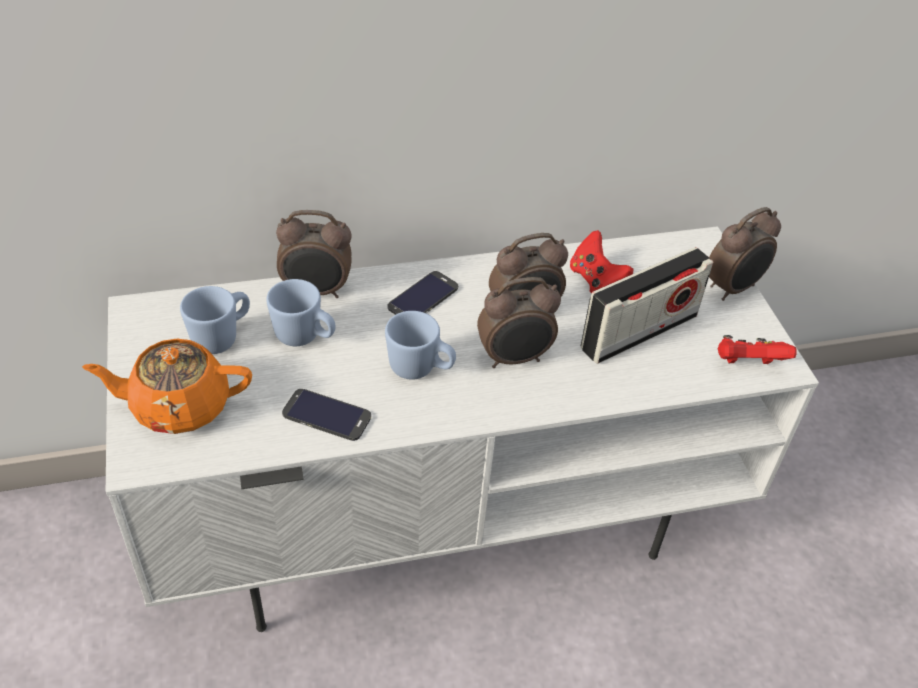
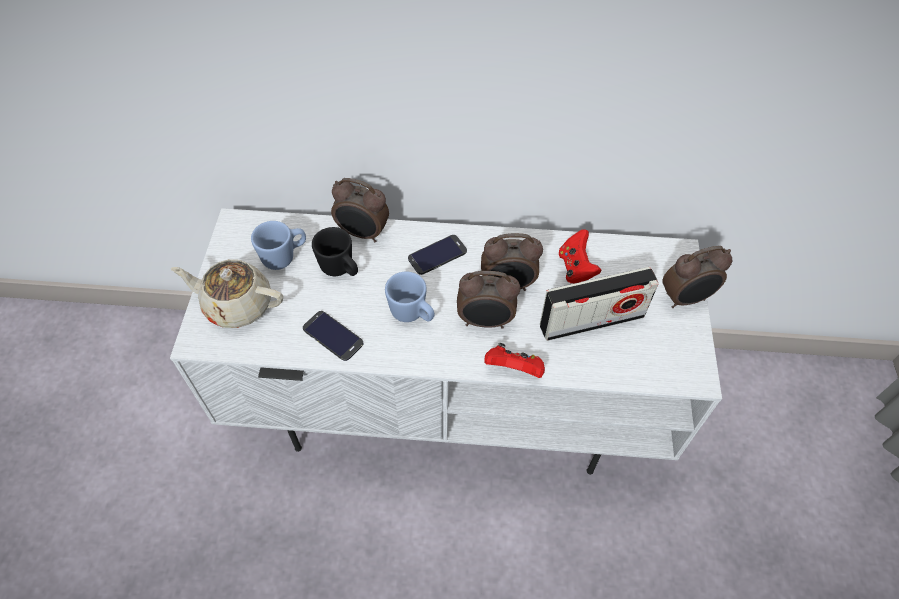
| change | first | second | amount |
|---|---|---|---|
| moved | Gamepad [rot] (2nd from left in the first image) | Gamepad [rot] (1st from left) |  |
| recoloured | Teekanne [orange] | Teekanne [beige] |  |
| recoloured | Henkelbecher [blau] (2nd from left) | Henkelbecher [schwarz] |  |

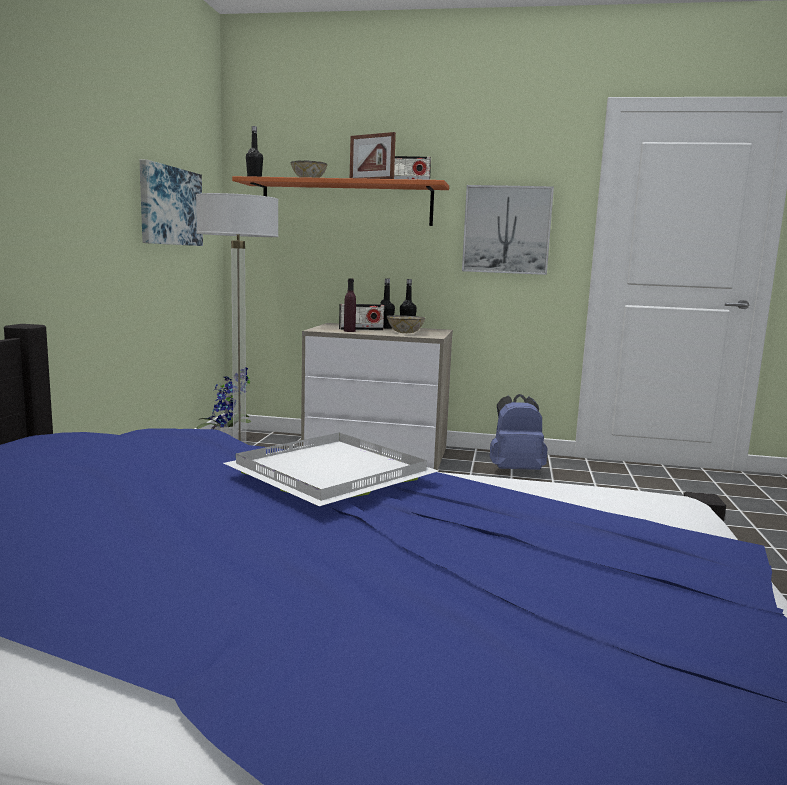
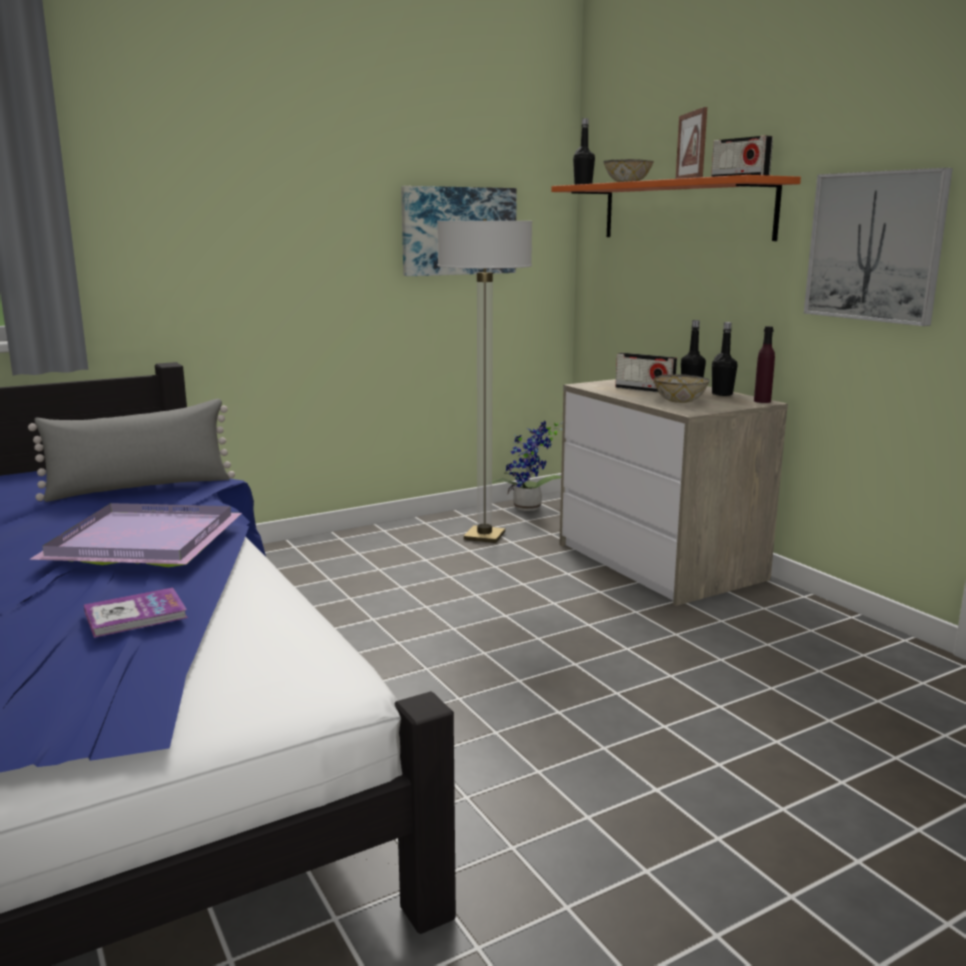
| change | first | second | amount |
|---|---|---|---|
| removed | Rucksack [blau] |  |  |
| added |  | Kissen [grau] |  |
| added |  | Buch |  |
| moved | Flasche [lila] |  |  |
| recoloured | Tablett [weiß] | Tablett [lila] |  |

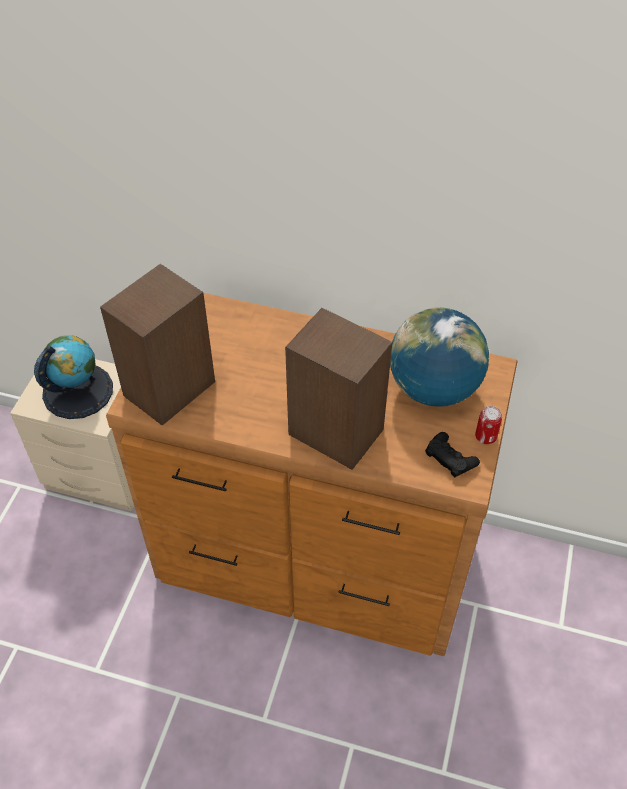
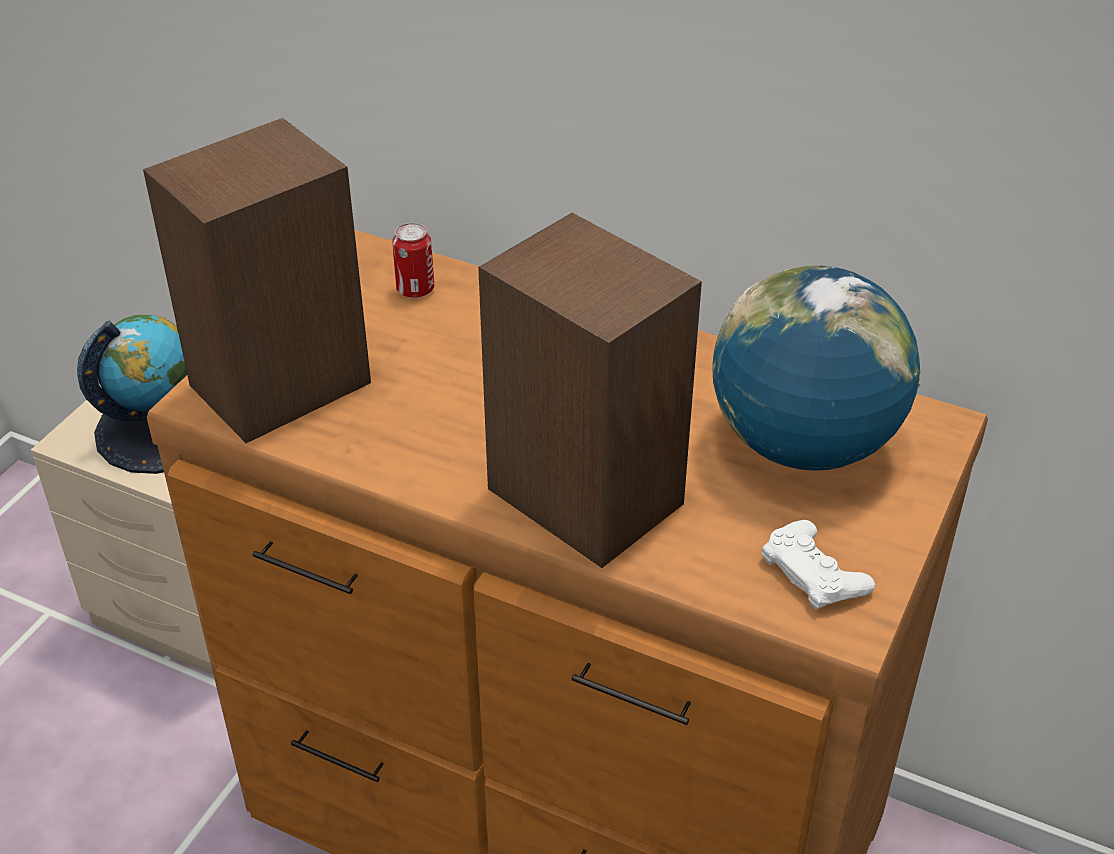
| change | first | second | amount |
|---|---|---|---|
| moved | Dose |  |  |
| recoloured | Gamepad [schwarz] | Gamepad [weiß] |  |

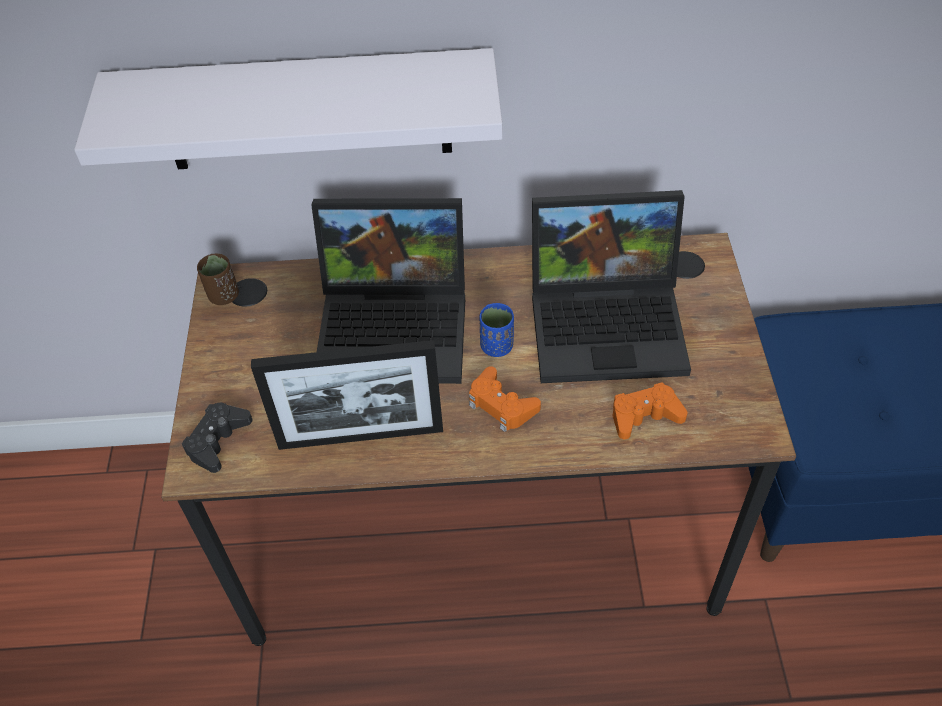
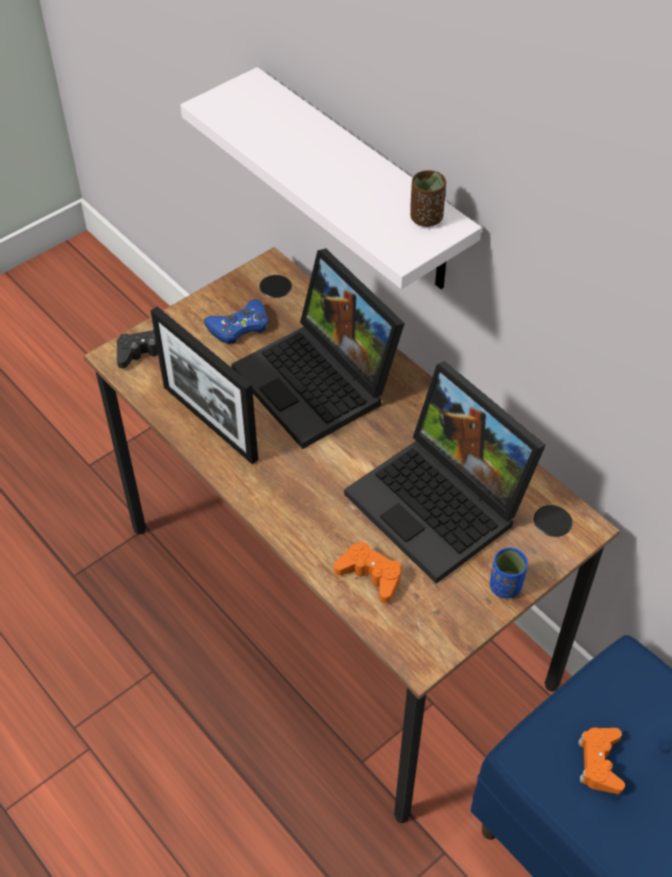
| change | first | second | amount |
|---|---|---|---|
| added |  | Gamepad [blau] |  |
| moved | Tasse [braun] |  |  |
| moved | Gamepad [orange] (1st from left in the first image) | Gamepad [orange] (2nd from left) |  |
| moved | Tasse [blau] |  |  |

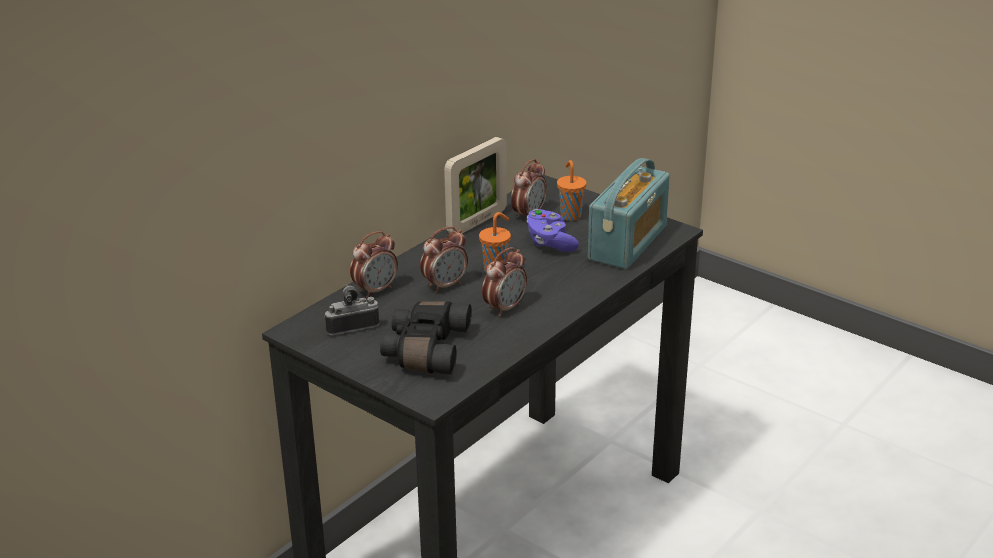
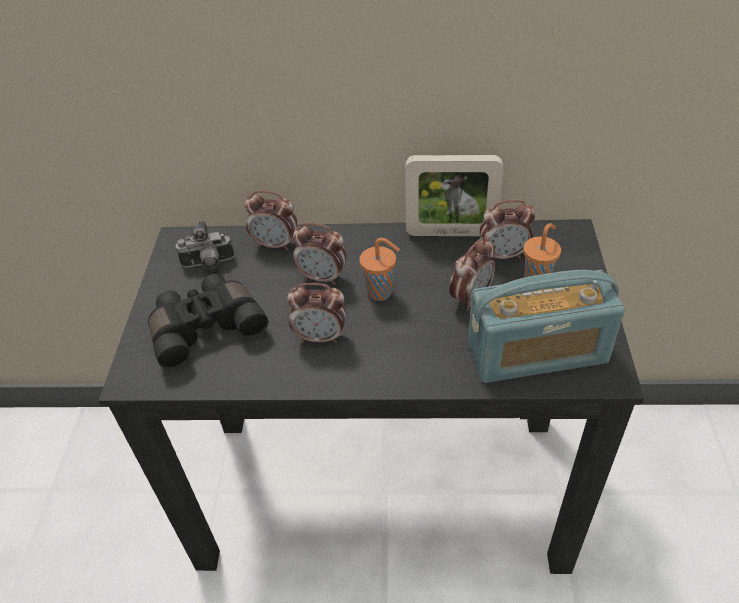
| change | first | second | amount |
|---|---|---|---|
| replaced | Gamepad [lila] | Wecker (4th from left) |  |
| turned | Kamera |  | 135 degrees clockwise |

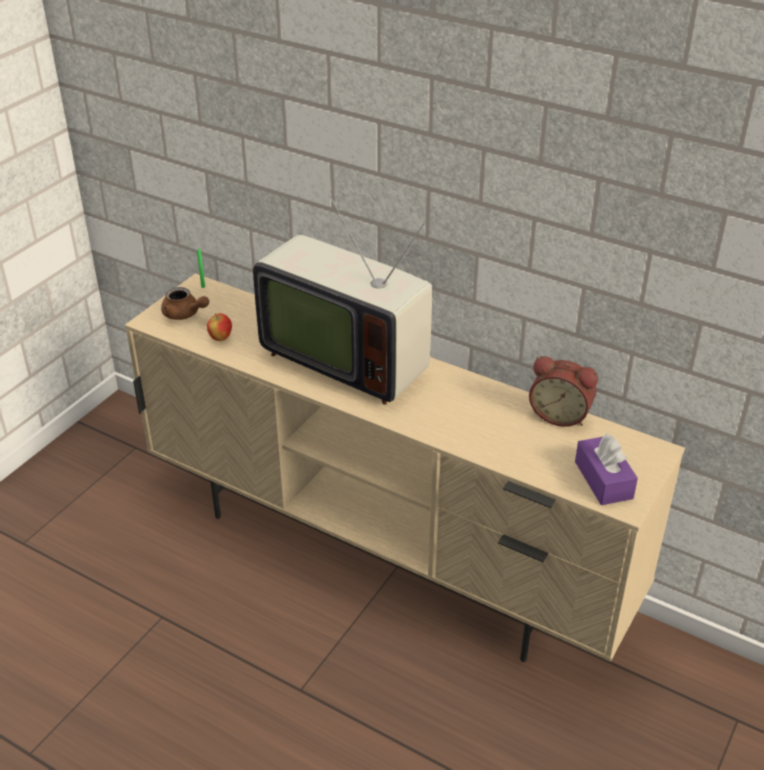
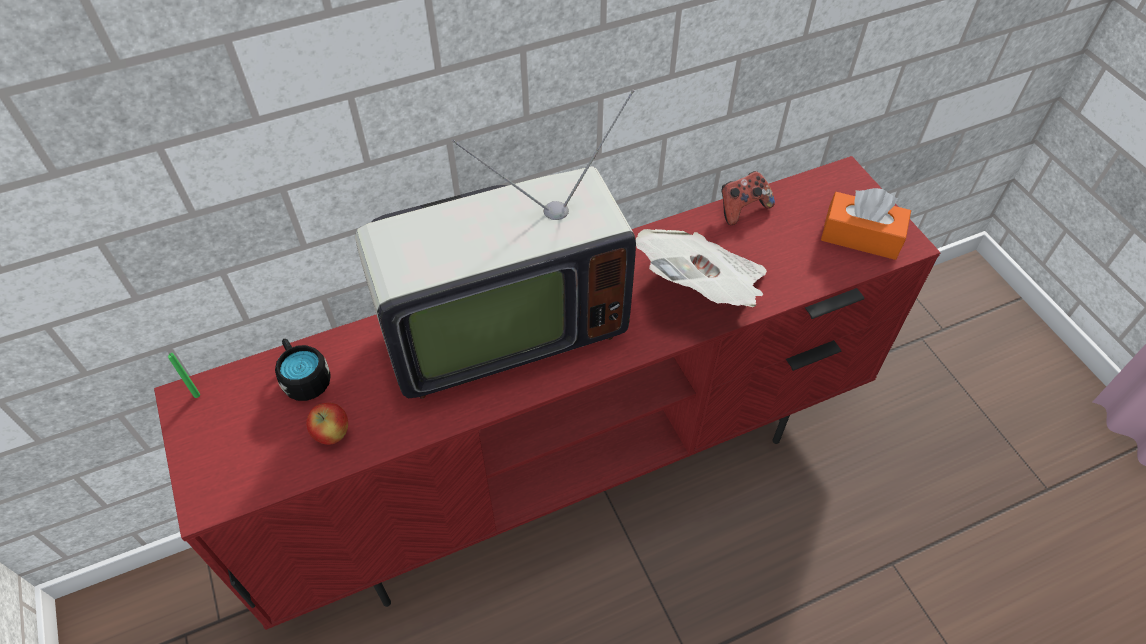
| change | first | second | amount |
|---|---|---|---|
| removed | Teekanne [braun] |  |  |
| added |  | Henkelbecher [schwarz] |  |
| added |  | Zeitung |  |
| replaced | Wecker | Gamepad |  |
| recoloured | Fernsehschrank [beige] | Fernsehschrank [rot] |  |
| recoloured | Taschentuchbox [lila] | Taschentuchbox [orange] |  |

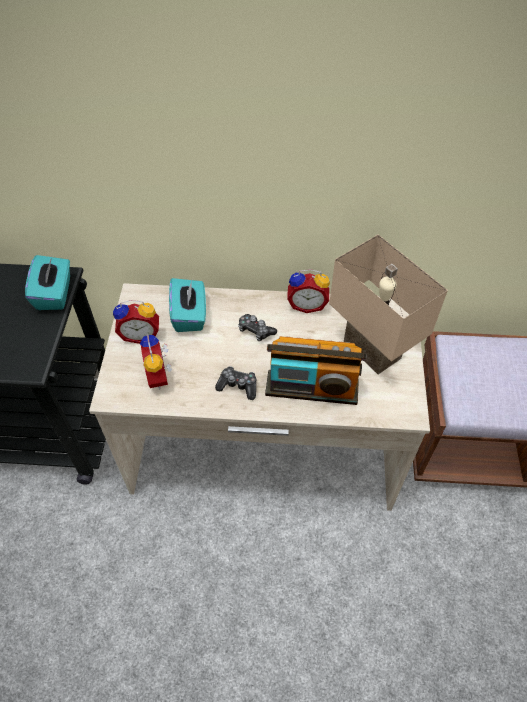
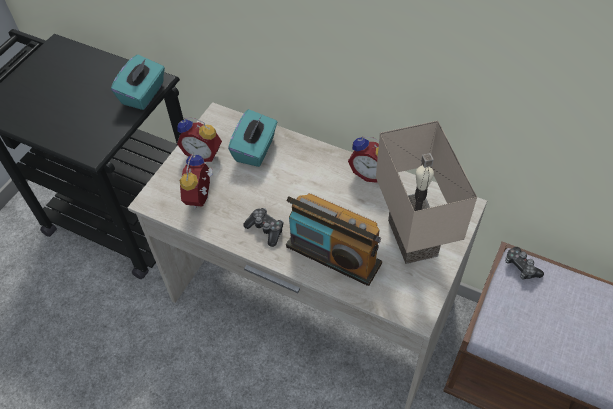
| change | first | second | amount |
|---|---|---|---|
| moved | Gamepad (2nd from left) |  |  |

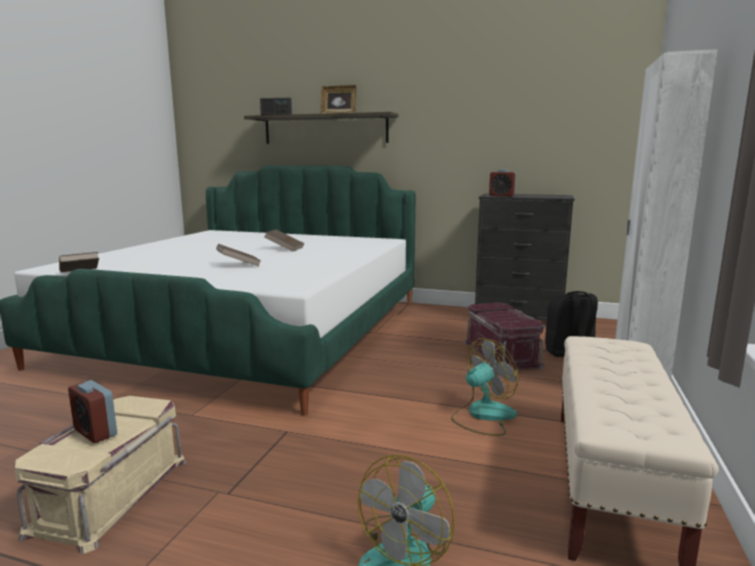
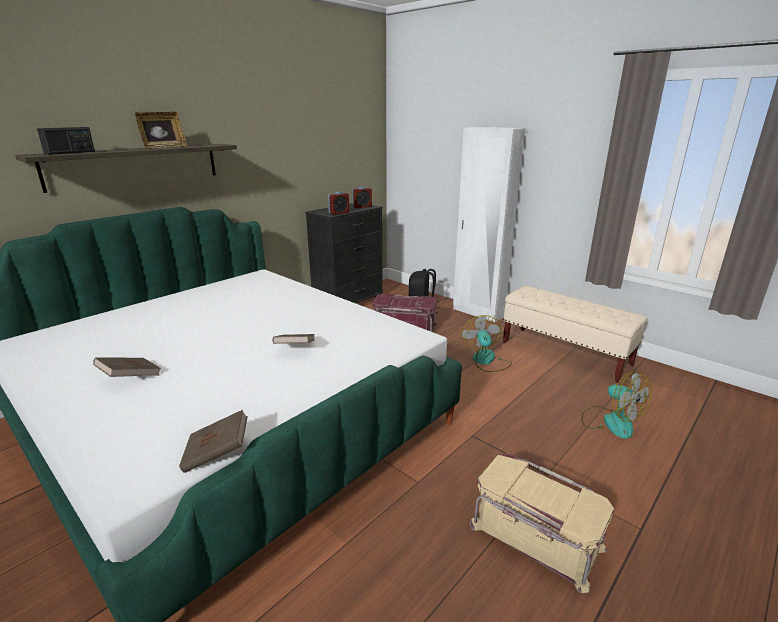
| change | first | second | amount |
|---|---|---|---|
| moved | Wecker (1st from left in the first image) | Wecker (2nd from left) |  |
| moved | Buch [braun] (3rd from left in the first image) | Buch [braun] (1st from left) |  |

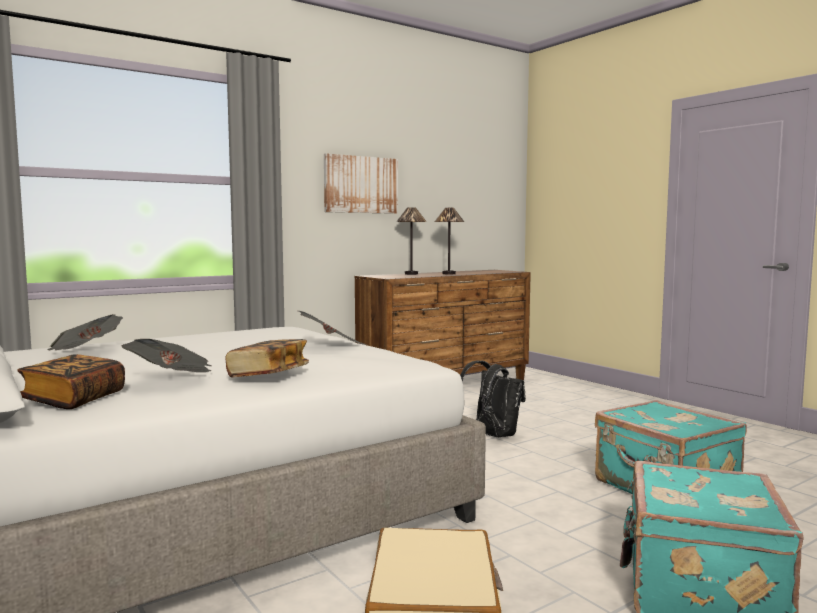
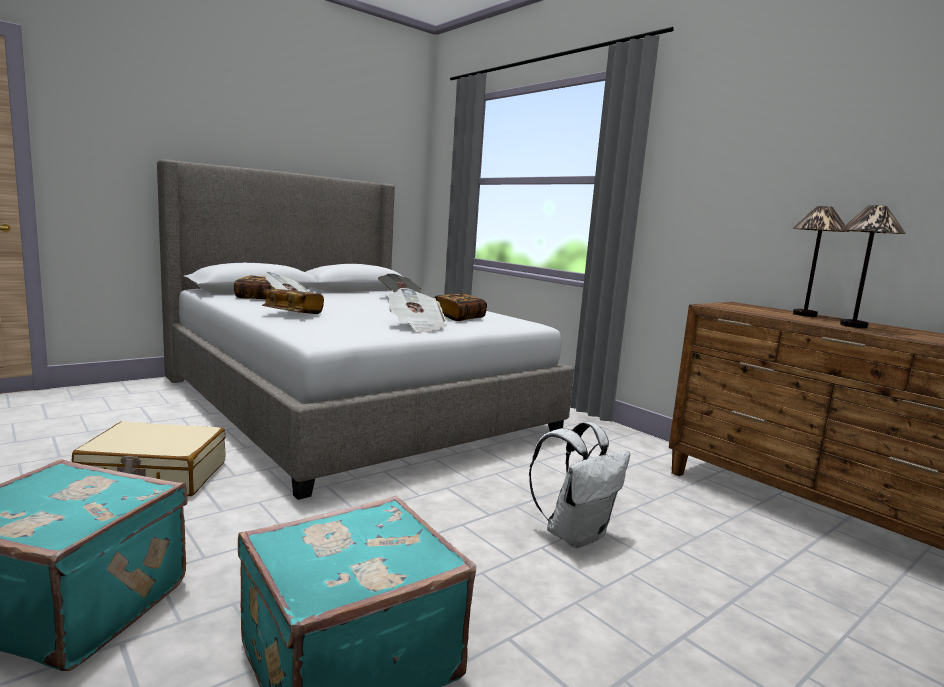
| change | first | second | amount |
|---|---|---|---|
| removed | Bild |  |  |
| added |  | Buch (3rd from left) |  |
| recoloured | Rucksack [schwarz] | Rucksack [weiß] |  |

